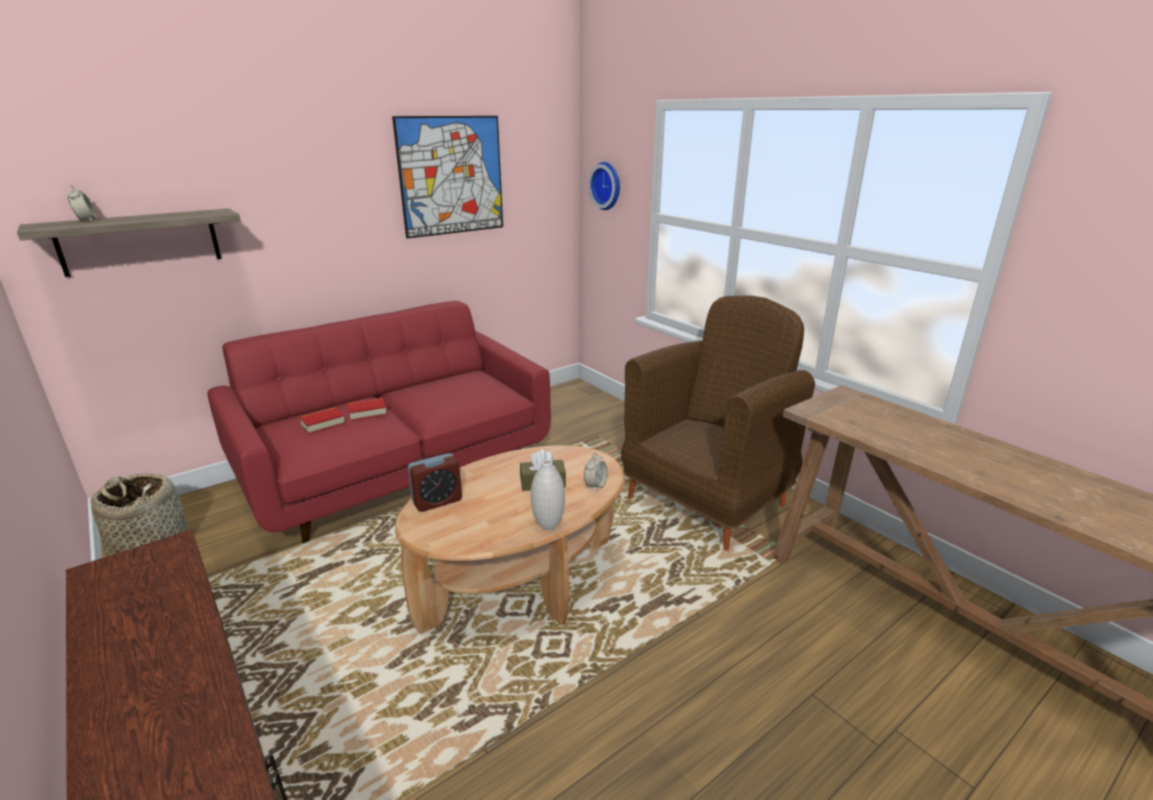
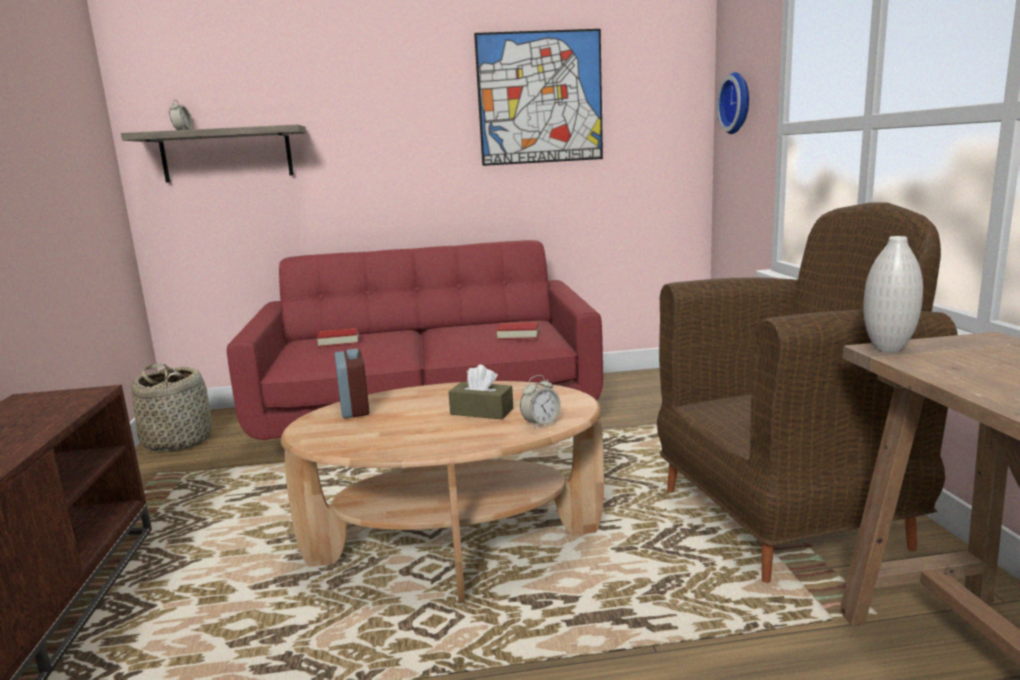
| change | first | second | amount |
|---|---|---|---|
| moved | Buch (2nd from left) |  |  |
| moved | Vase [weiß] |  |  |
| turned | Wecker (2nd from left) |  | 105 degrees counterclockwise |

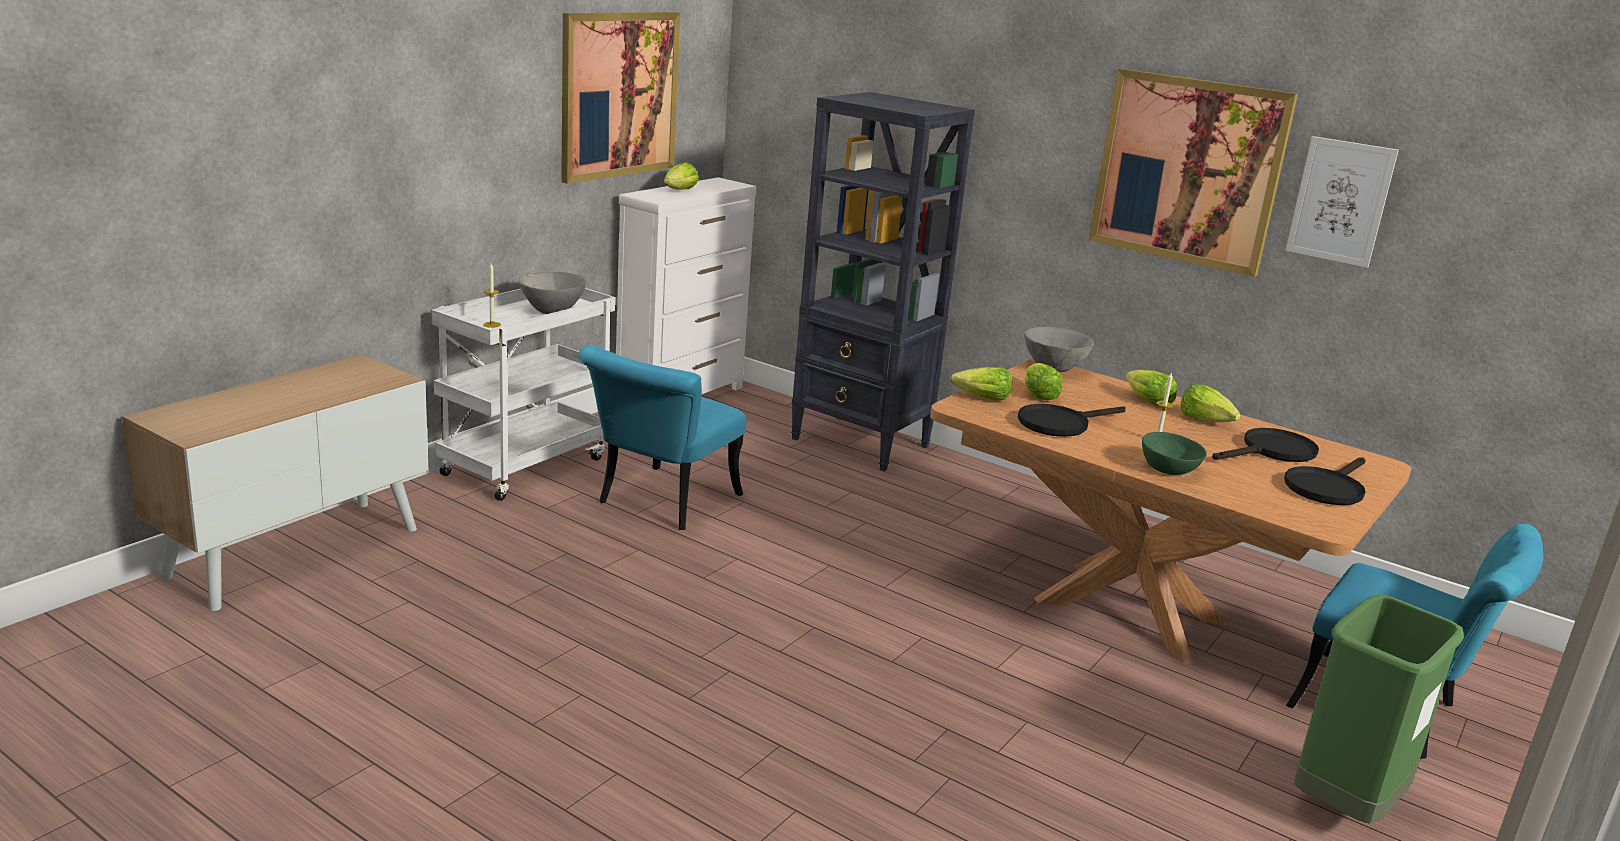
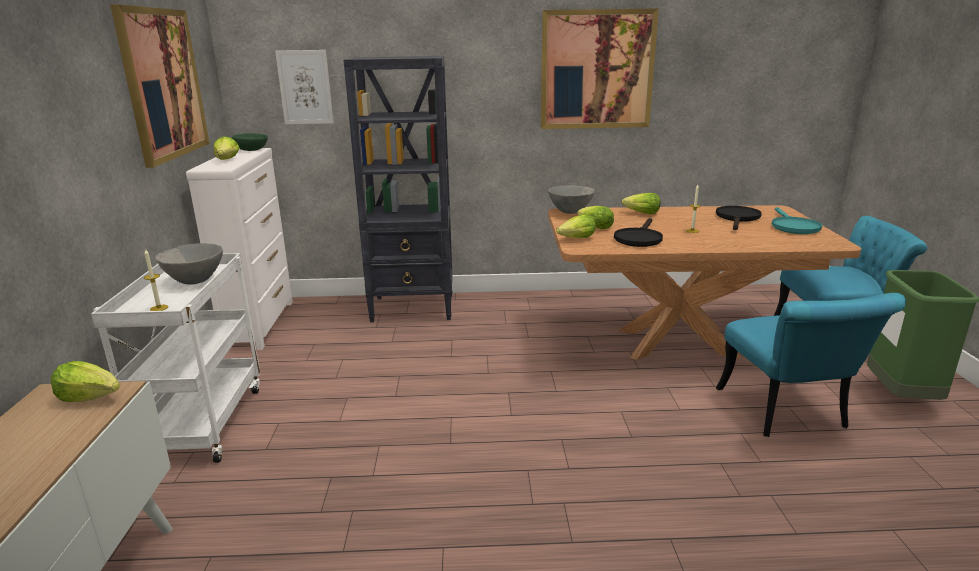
| change | first | second | amount |
|---|---|---|---|
| moved | Stuhl [türkis] (1st from left) |  |  |
| moved | Schüssel [grün] |  |  |
| moved | Salatkopf (5th from left in the first image) | Salatkopf (1st from left) |  |
| moved | Bild (3rd from left in the first image) | Bild (2nd from left) |  |
| recoloured | Pfanne [schwarz] (3rd from left) | Pfanne [türkis] |  |

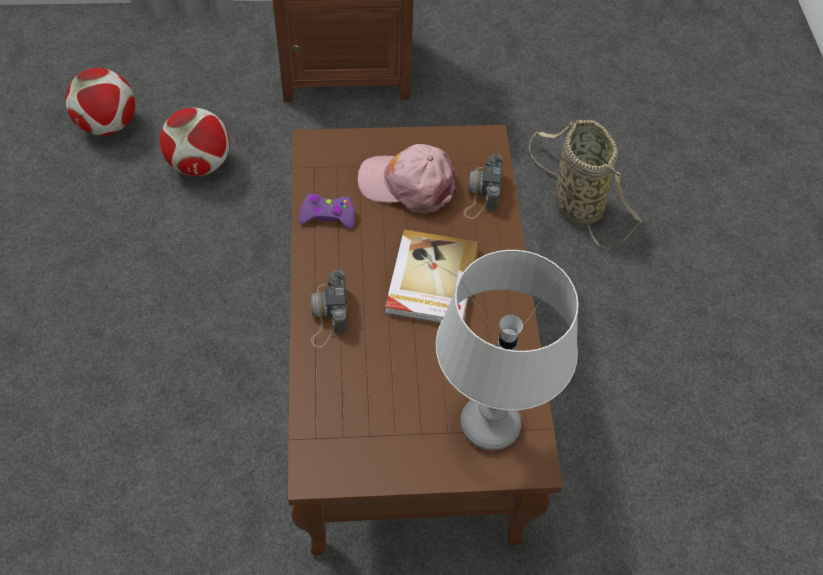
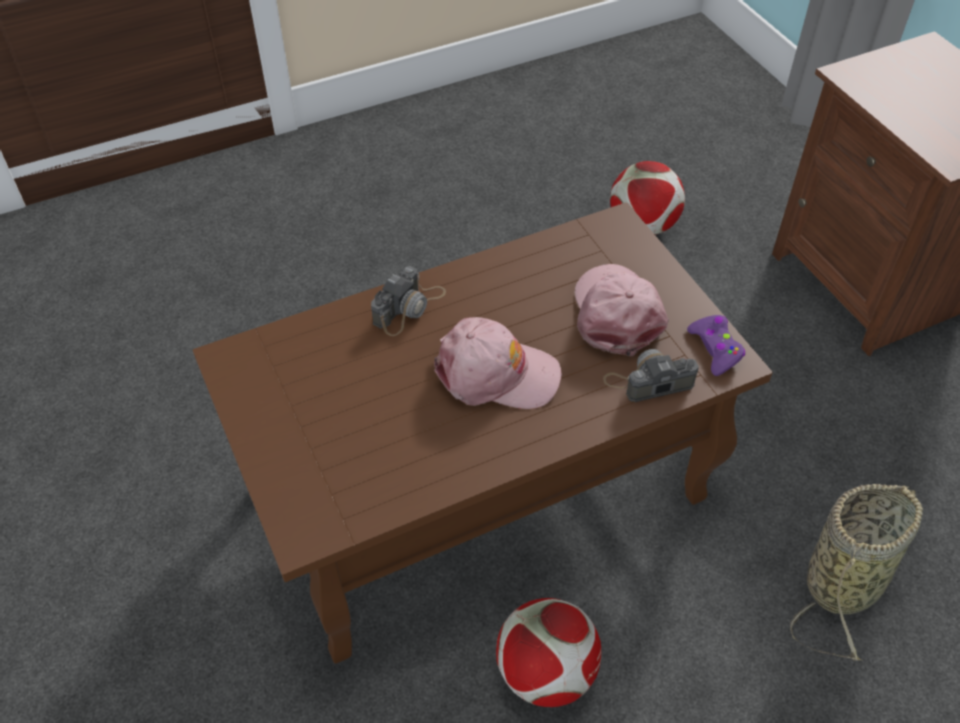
| change | first | second | amount |
|---|---|---|---|
| removed | Tischlampe [grau] |  |  |
| moved | Fußball (1st from left) |  |  |
| moved | Gamepad [lila] |  |  |
| replaced | Buch | Kappe [rosa] (1st from left) |  |
| turned | Kamera (1st from left) |  | 150 degrees clockwise |

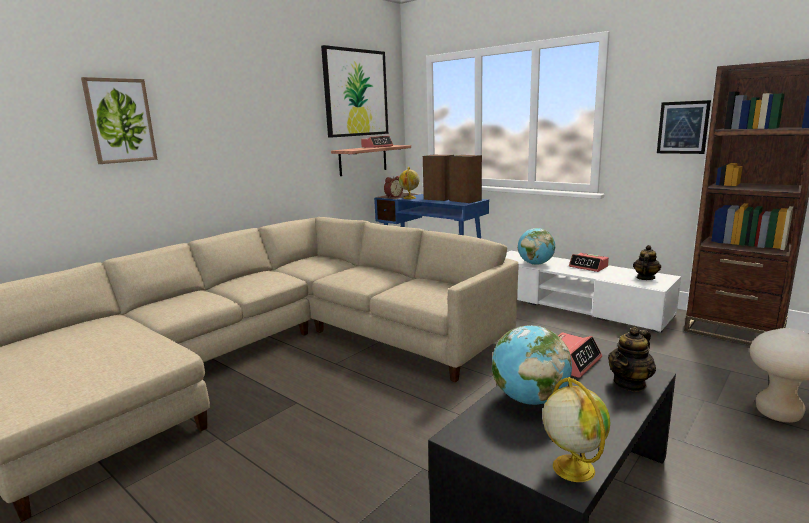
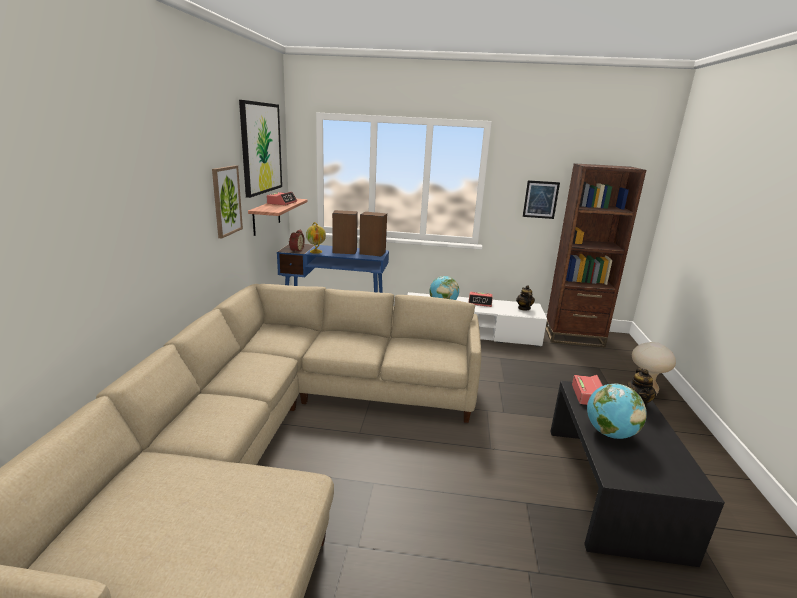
| change | first | second | amount |
|---|---|---|---|
| removed | Globus (4th from left) |  |  |
| moved | Bild (1st from left) |  |  |

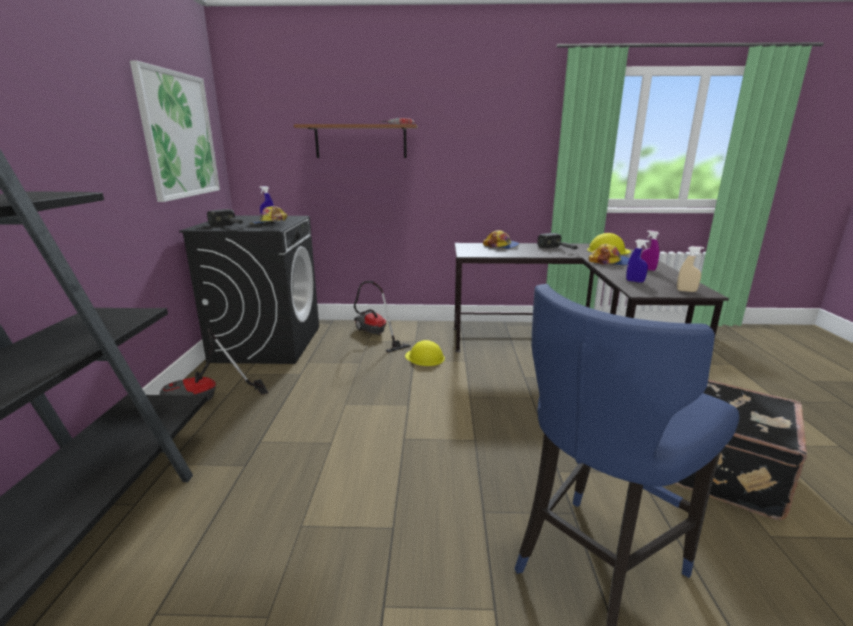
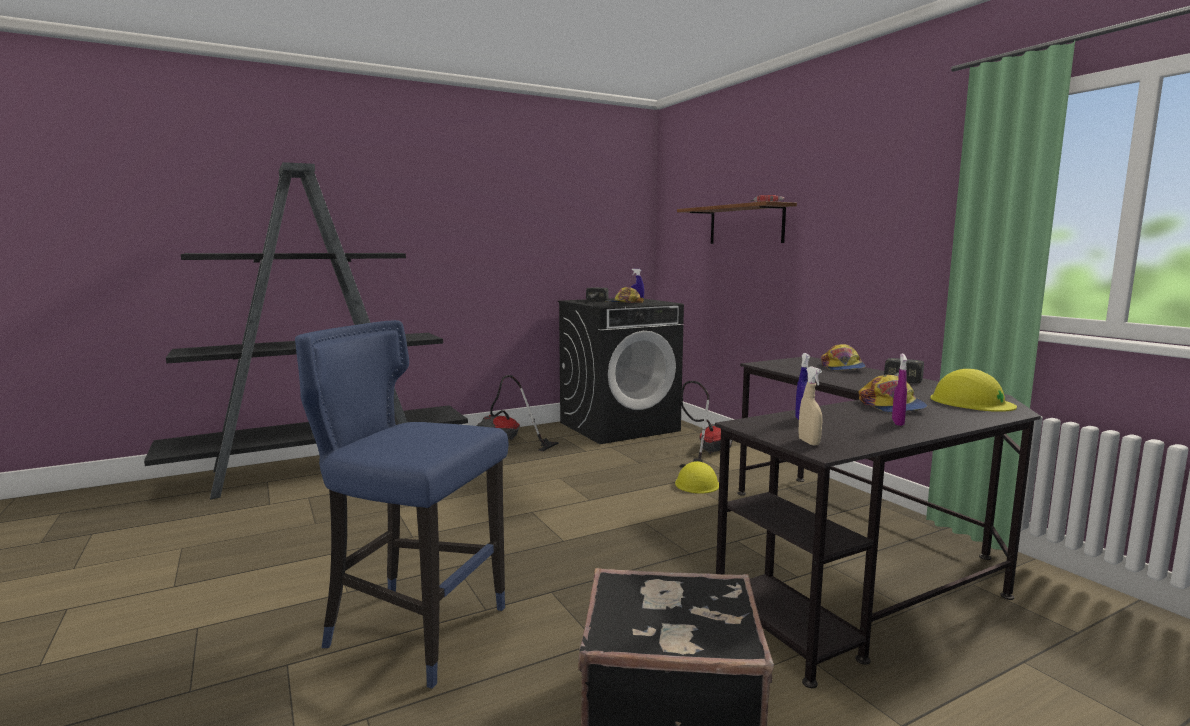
| change | first | second | amount |
|---|---|---|---|
| removed | Bild |  |  |

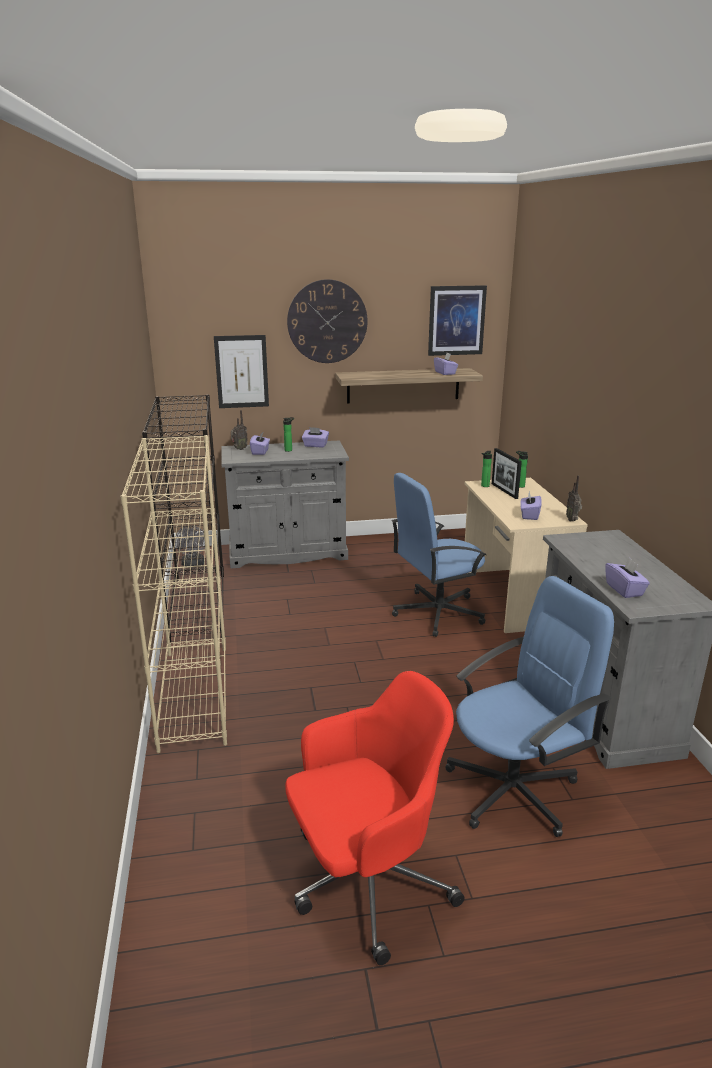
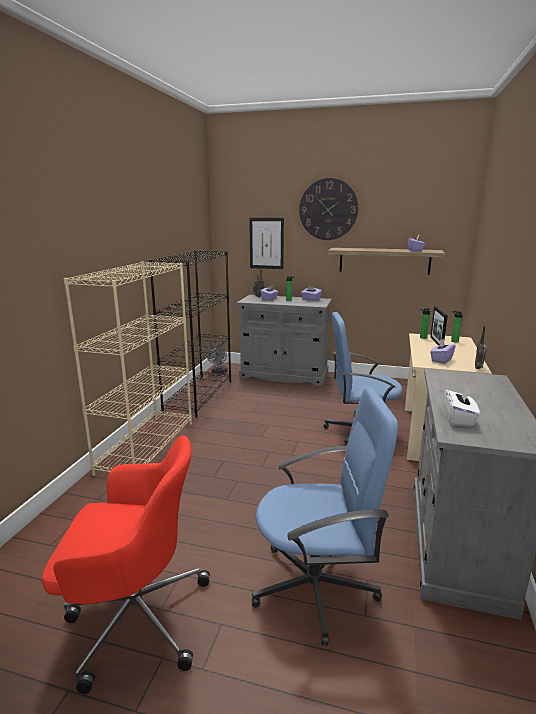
| change | first | second | amount |
|---|---|---|---|
| removed | Bild (2nd from left) |  |  |
| recoloured | Taschentuchbox [lila] (5th from left) | Taschentuchbox [weiß] |  |

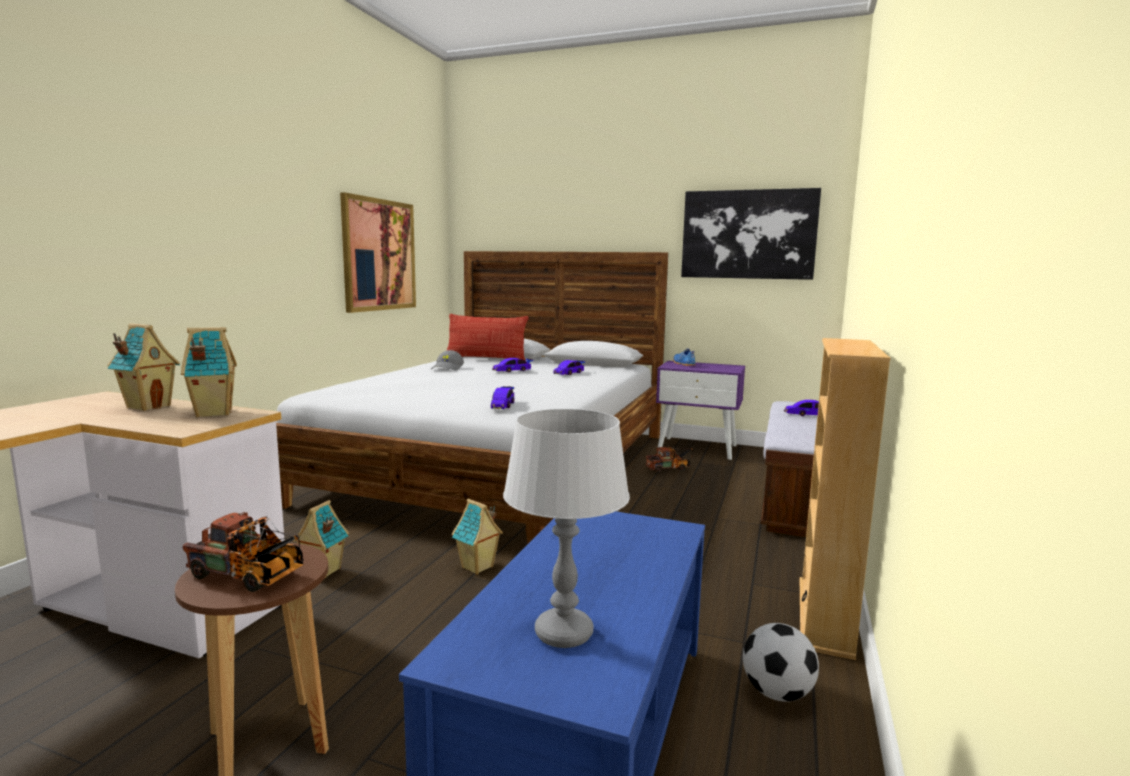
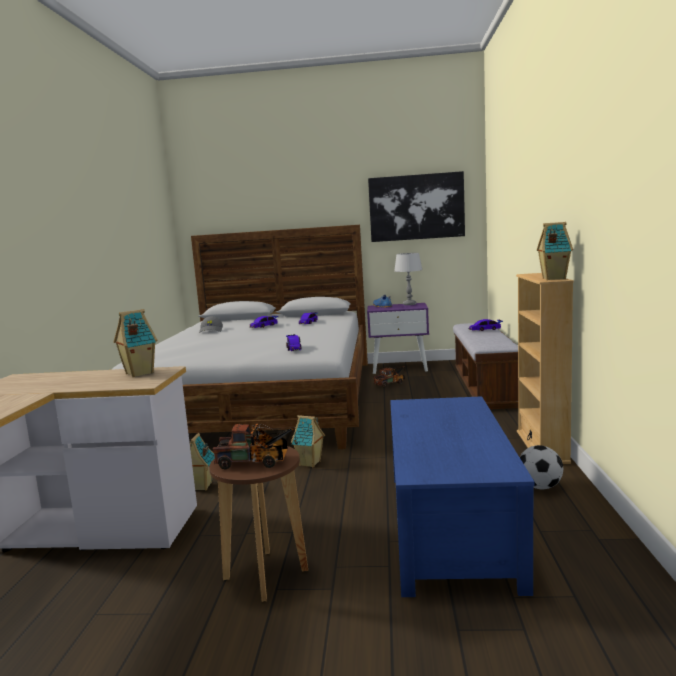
| change | first | second | amount |
|---|---|---|---|
| removed | Bild (1st from left) |  |  |
| removed | Kissen |  |  |
| moved | Spielzeughaus (1st from left in the first image) | Spielzeughaus (4th from left) |  |
| moved | Tischlampe [grau] |  |  |

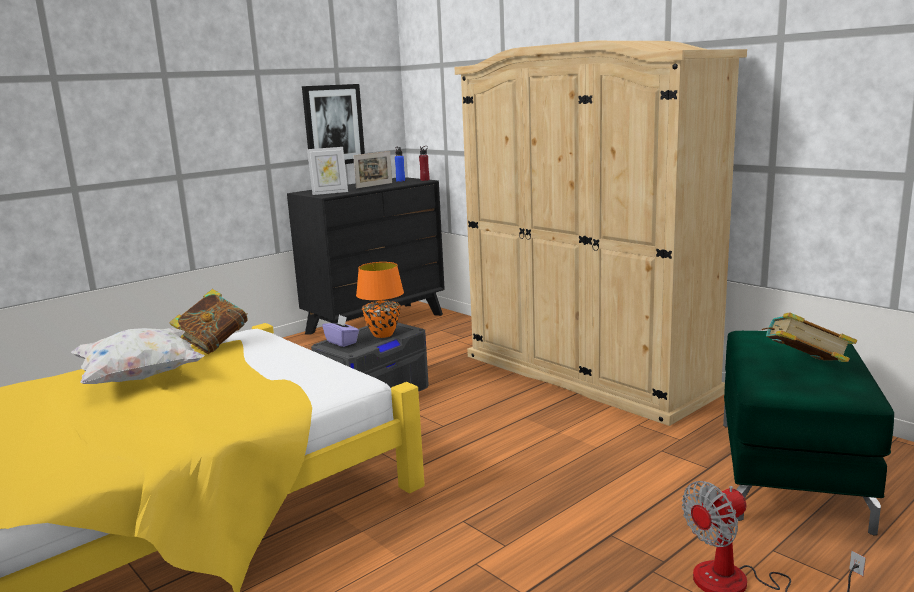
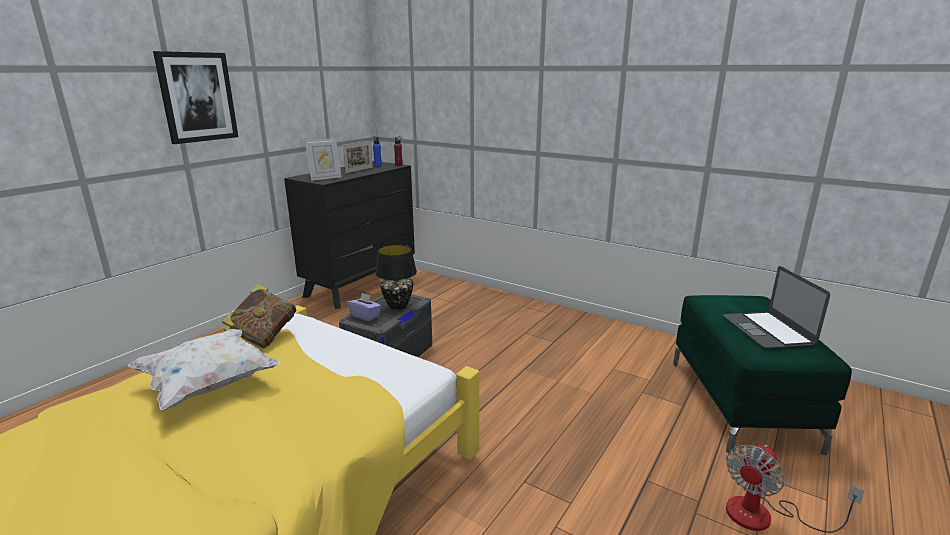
| change | first | second | amount |
|---|---|---|---|
| removed | Kleiderschrank [beige] |  |  |
| moved | Bild |  |  |
| replaced | Buch (2nd from left) | Laptop |  |
| recoloured | Tischlampe [orange] | Tischlampe [schwarz] |  |

